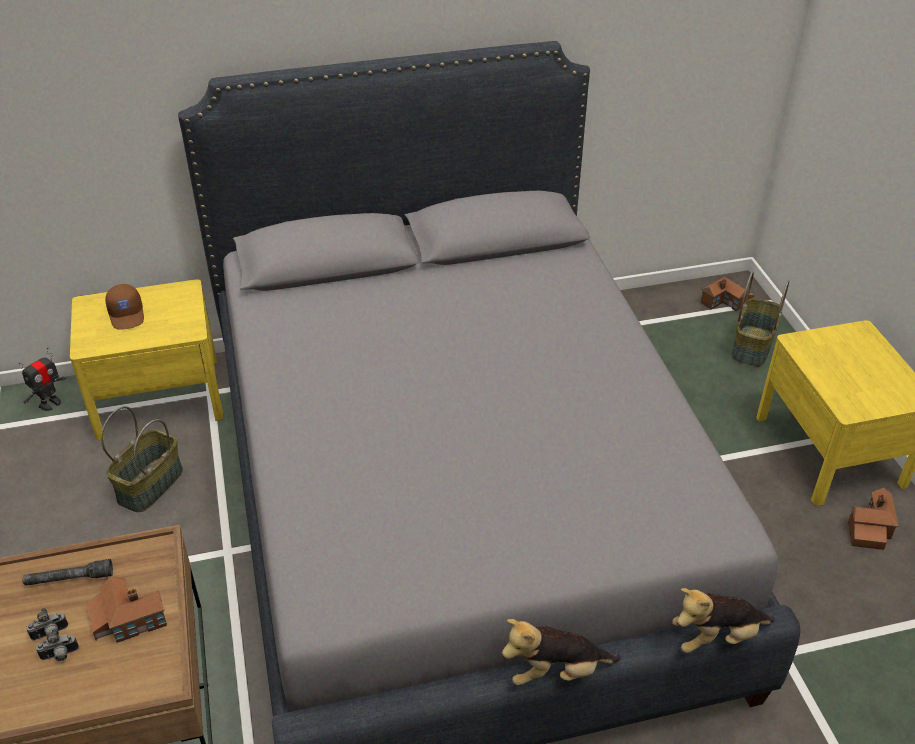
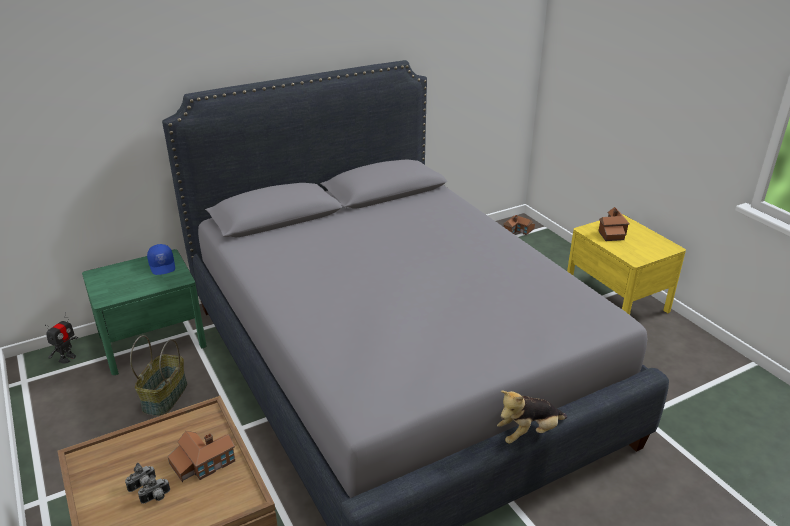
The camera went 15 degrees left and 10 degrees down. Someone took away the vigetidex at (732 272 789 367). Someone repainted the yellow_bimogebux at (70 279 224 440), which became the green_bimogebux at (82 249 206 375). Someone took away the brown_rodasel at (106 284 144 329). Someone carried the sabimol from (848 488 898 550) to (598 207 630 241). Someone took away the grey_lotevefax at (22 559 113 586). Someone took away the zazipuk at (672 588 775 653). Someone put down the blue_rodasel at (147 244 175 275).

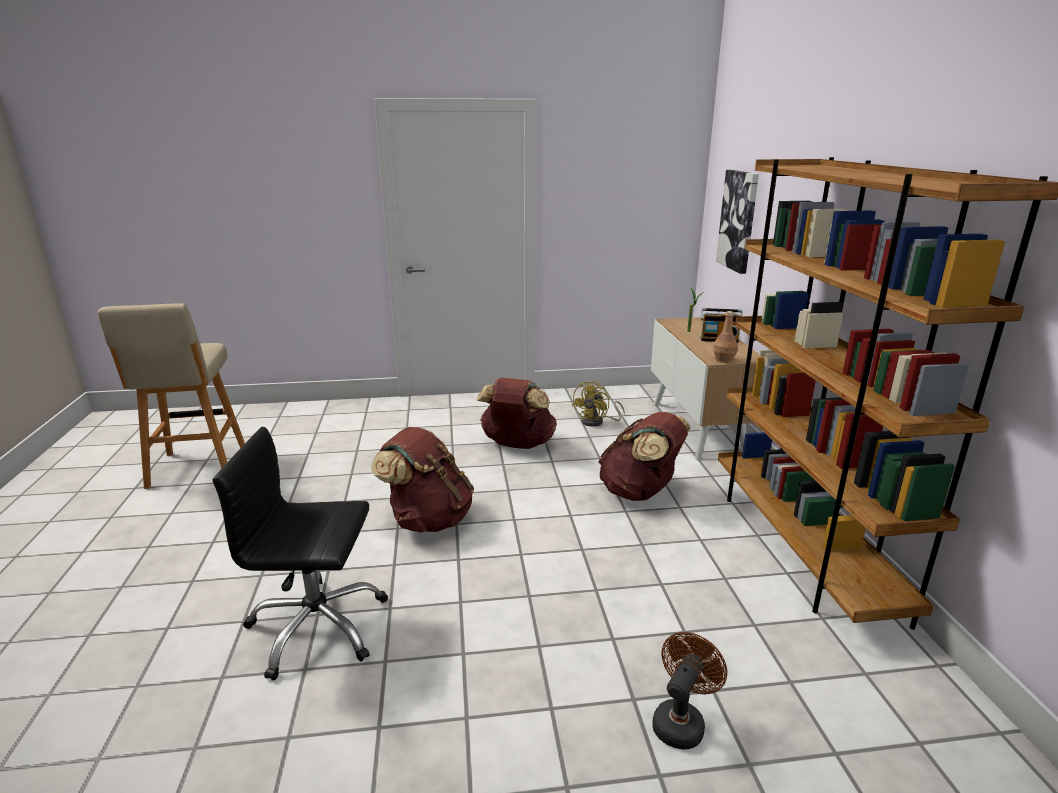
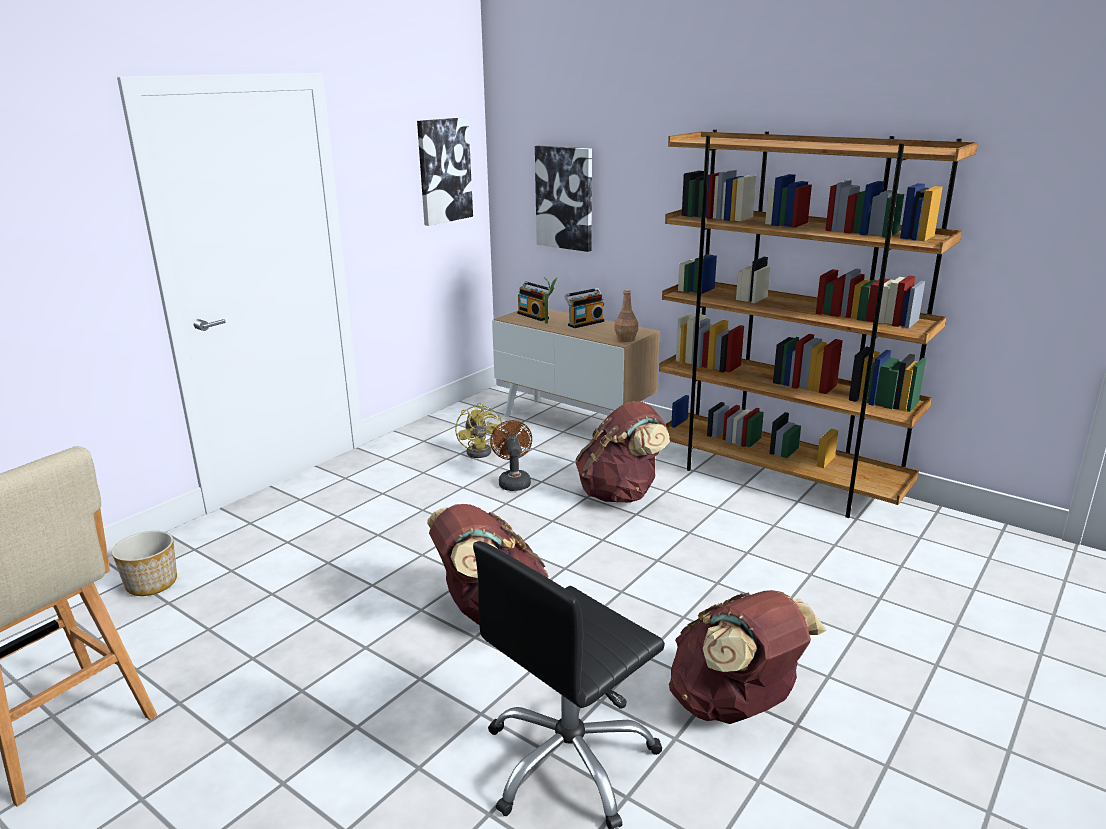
The camera went 45 degrees left and 0 degrees up. Someone carried the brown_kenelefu from (476 378 557 449) to (669 590 827 724). Someone carried the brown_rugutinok from (652 632 727 750) to (490 420 532 491). Someone put up the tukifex at (417 117 473 226). Someone put down the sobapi at (517 281 550 321). Someone put down the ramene at (112 531 177 596).

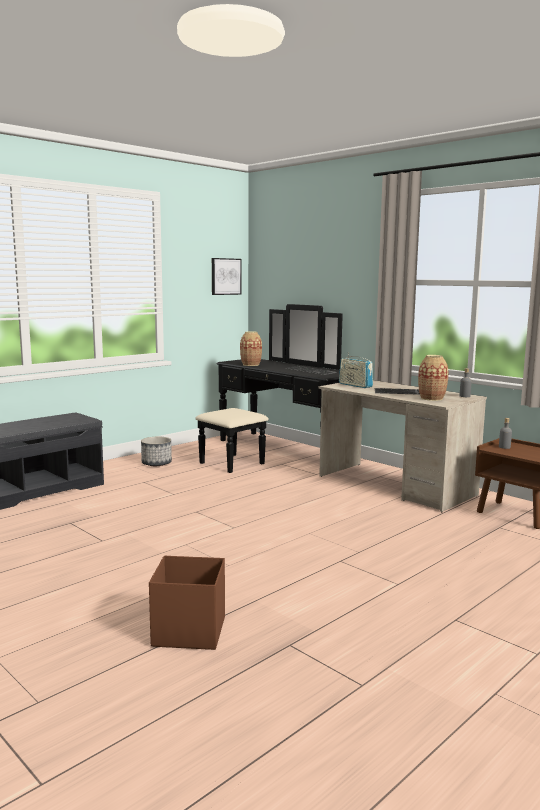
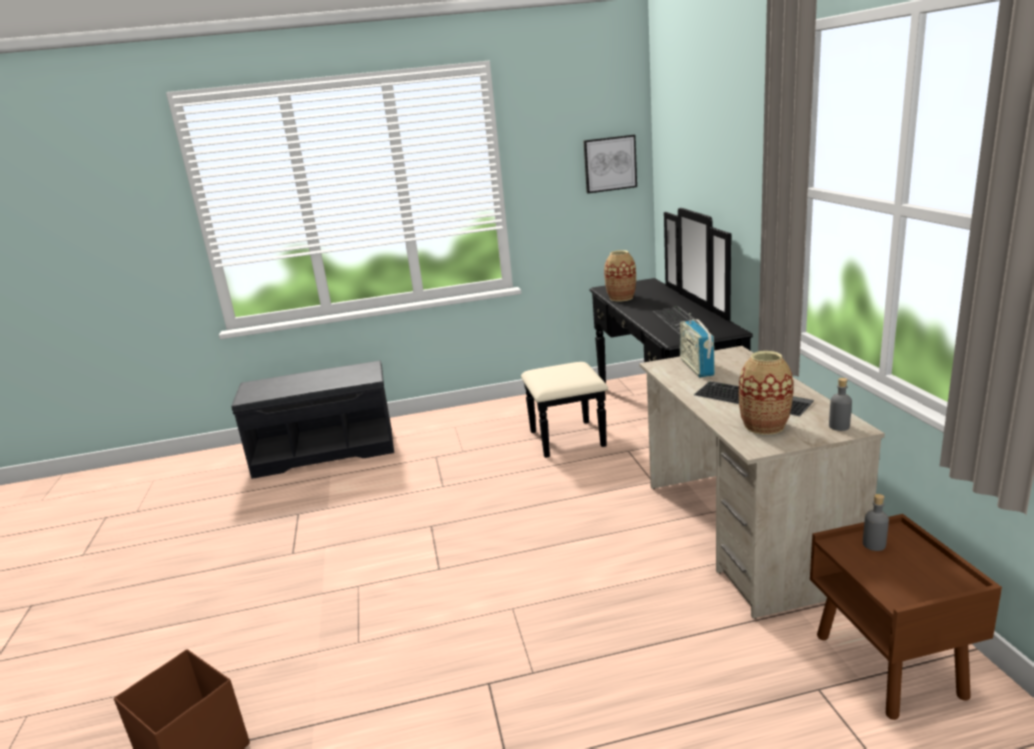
The camera went 35 degrees right and 10 degrees up. Someone took away the ramene at (141 437 172 466).

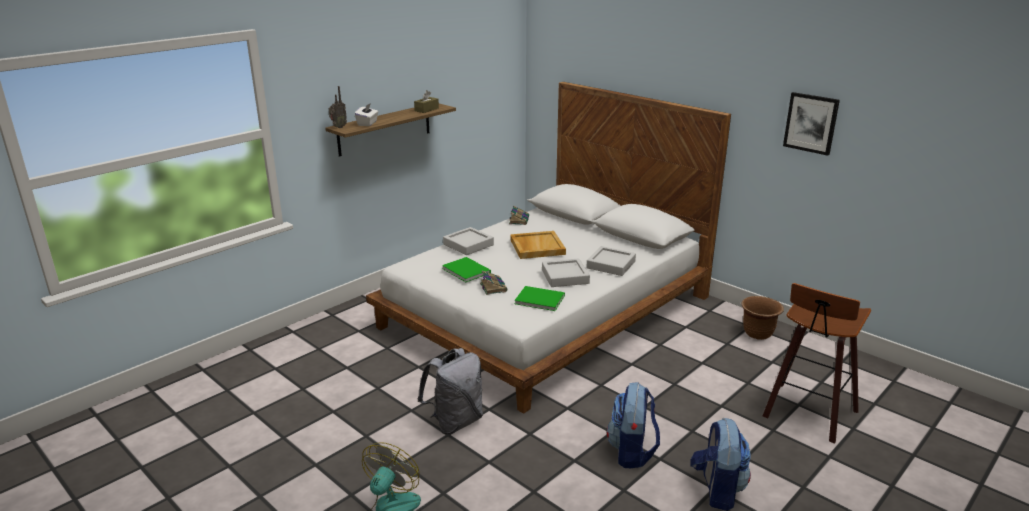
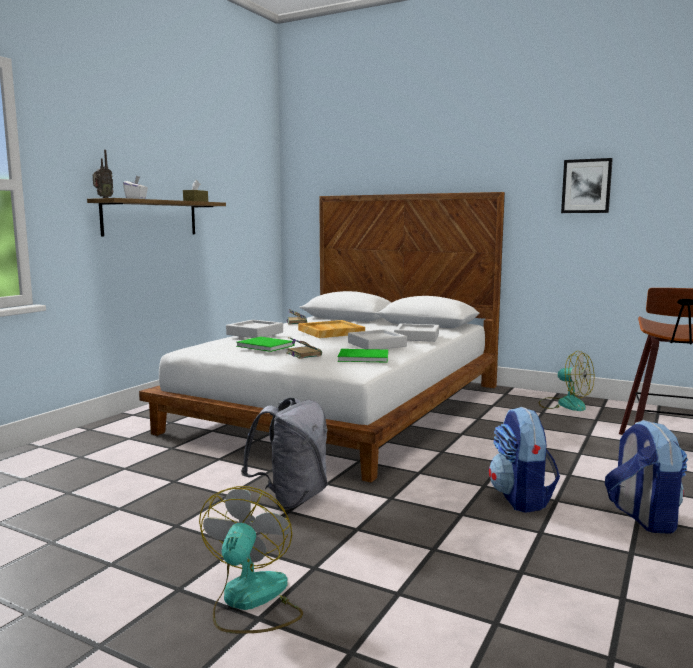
The camera went 15 degrees left and 15 degrees down. Someone swapped the brown_ramene at (741 296 784 340) for the rugutinok at (539 351 594 411).

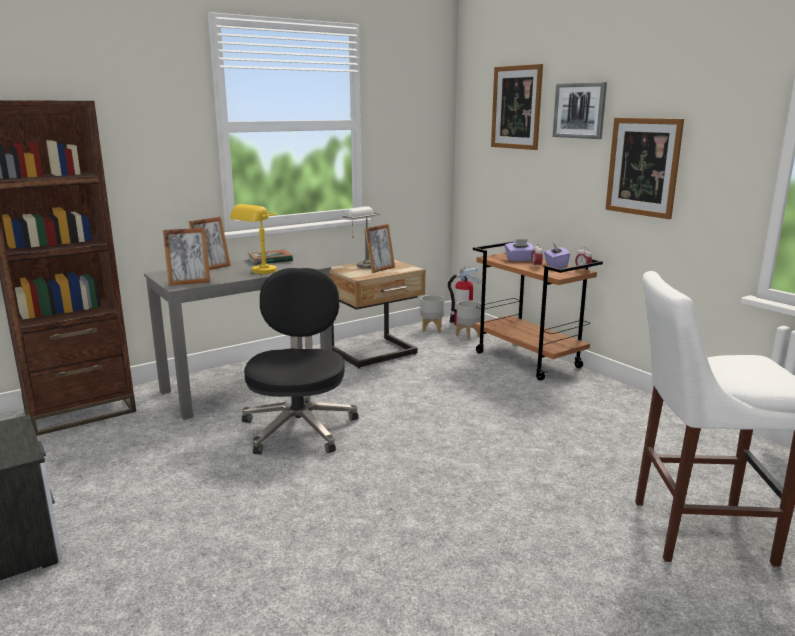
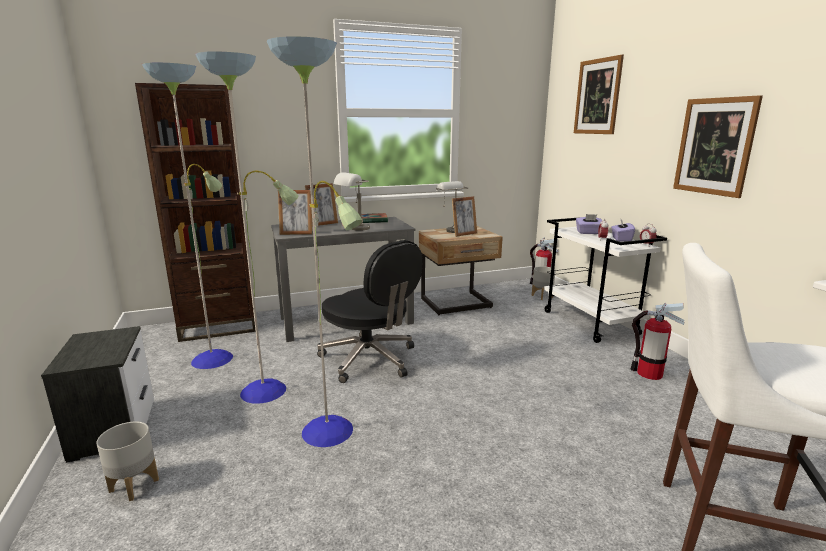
The camera went 15 degrees right and 0 degrees up. Someone took away the tukifex at (553 82 607 139). Someone repainted the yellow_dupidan at (230 204 277 274), which became the grey_dupidan at (334 172 370 231). Someone repainted the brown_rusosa at (473 241 603 381), which became the white_rusosa at (544 217 667 343). Someone rotated the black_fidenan at (242 268 359 454) by 120 degrees clockwise. Someone carried the grey_ramene from (420 295 444 332) to (96 421 159 501). Someone put down the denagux at (142 37 362 447). Someone put down the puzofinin at (630 303 684 380).

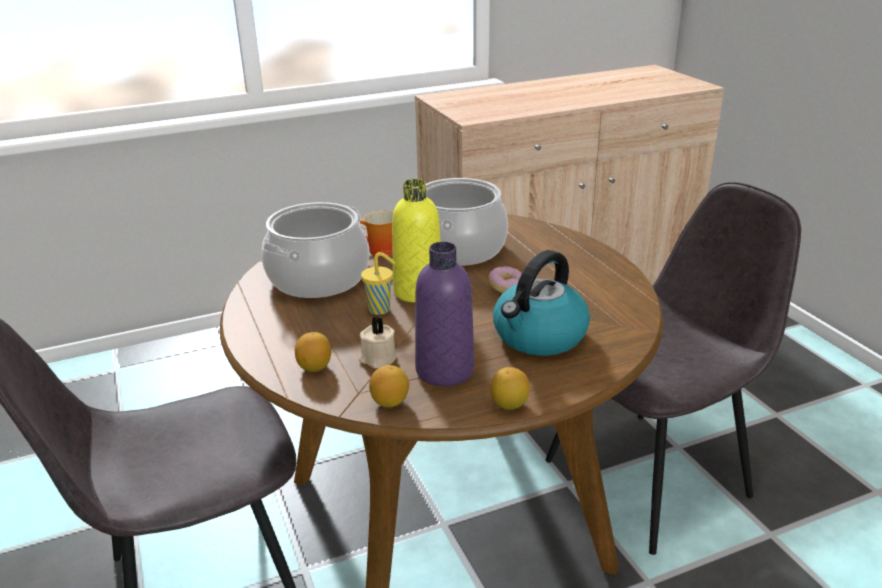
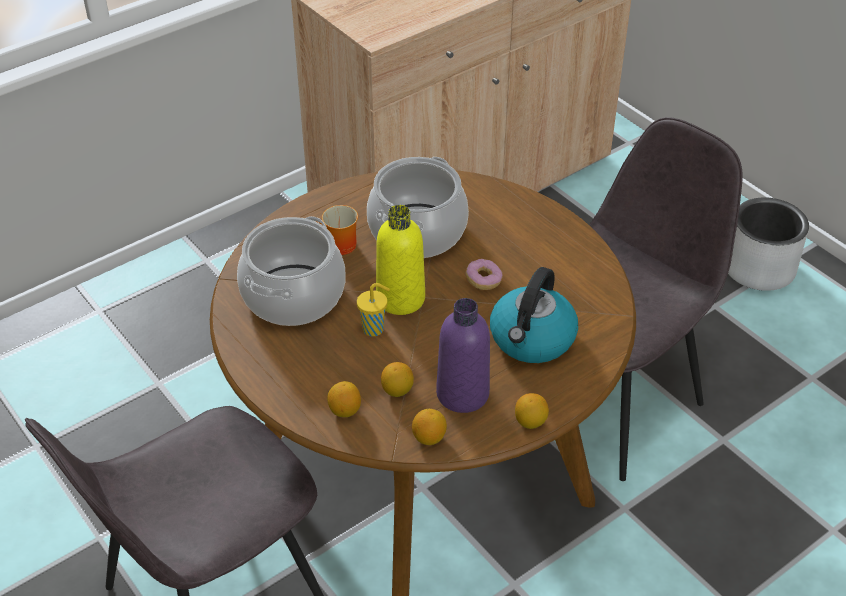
The camera went 15 degrees left and 15 degrees up. Someone swapped the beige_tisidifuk at (359 317 397 369) for the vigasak at (381 362 414 397). Someone put down the grey_ramene at (728 197 809 291).

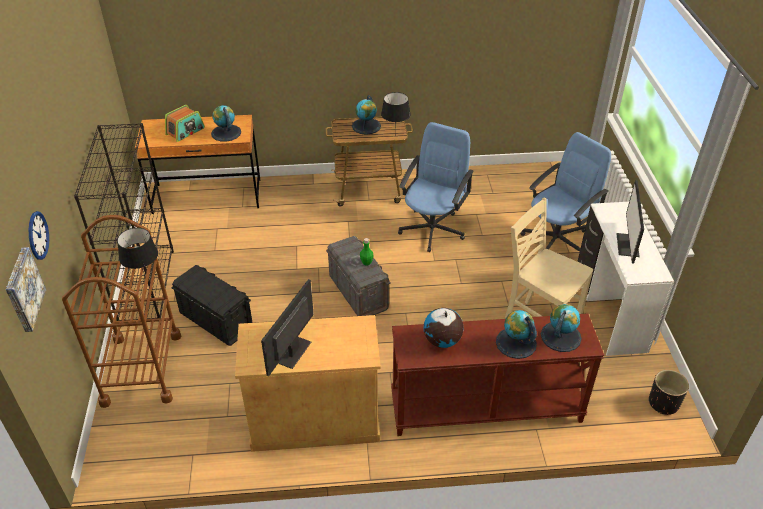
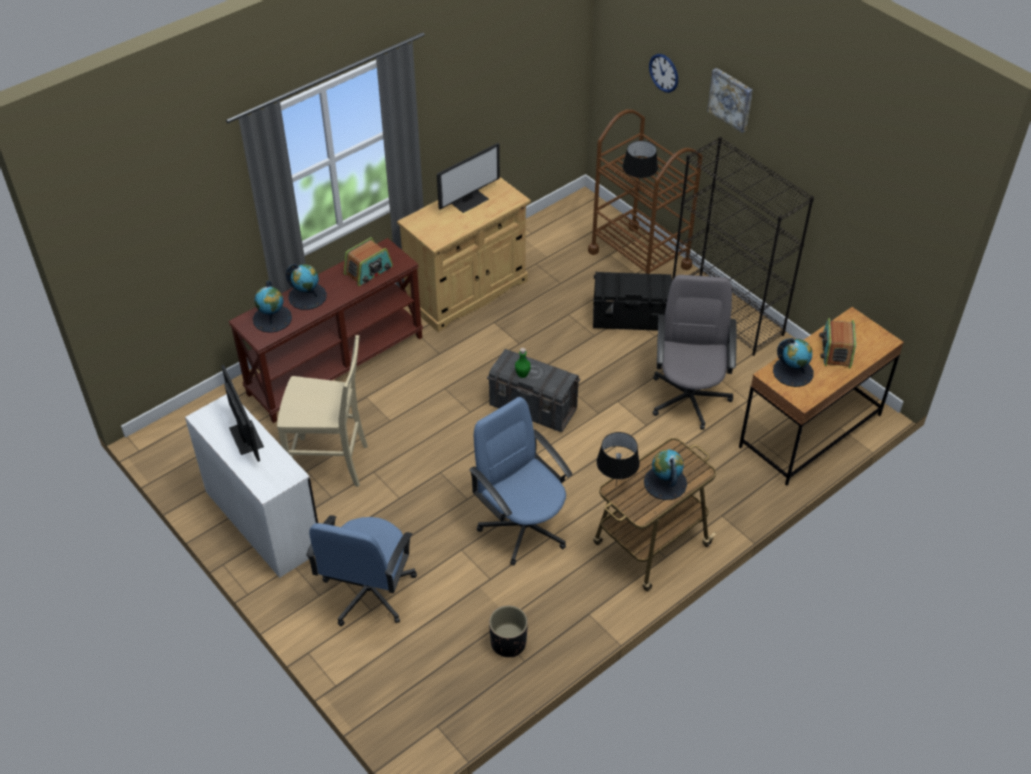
The camera went 145 degrees right and 5 degrees up. Someone rotated the blue_fidenan at (398 122 474 252) by 150 degrees clockwise. Someone carried the tukifex from (6 247 46 332) to (707 68 753 133). Someone rotated the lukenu at (261 279 314 376) by 60 degrees clockwise. Someone swapped the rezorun at (424 308 464 348) for the sobapi at (344 237 393 286). Someone carried the black_ramene from (649 370 689 415) to (489 605 528 658). Someone put down the grey_fidenan at (653 275 737 430).

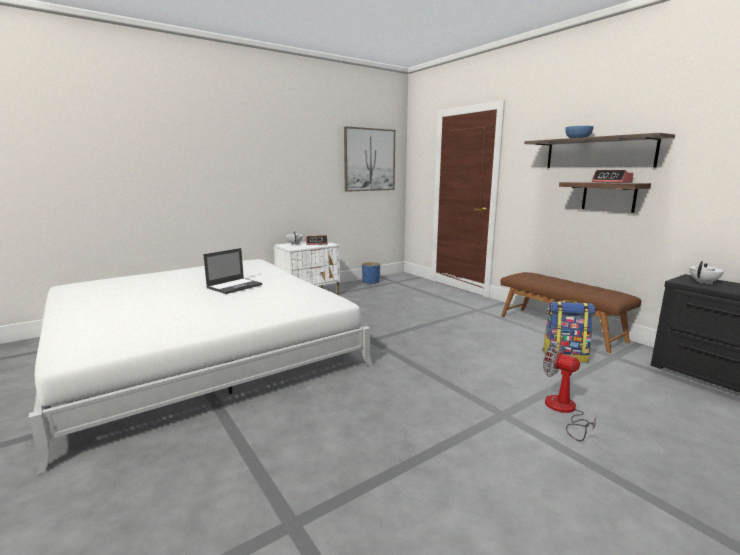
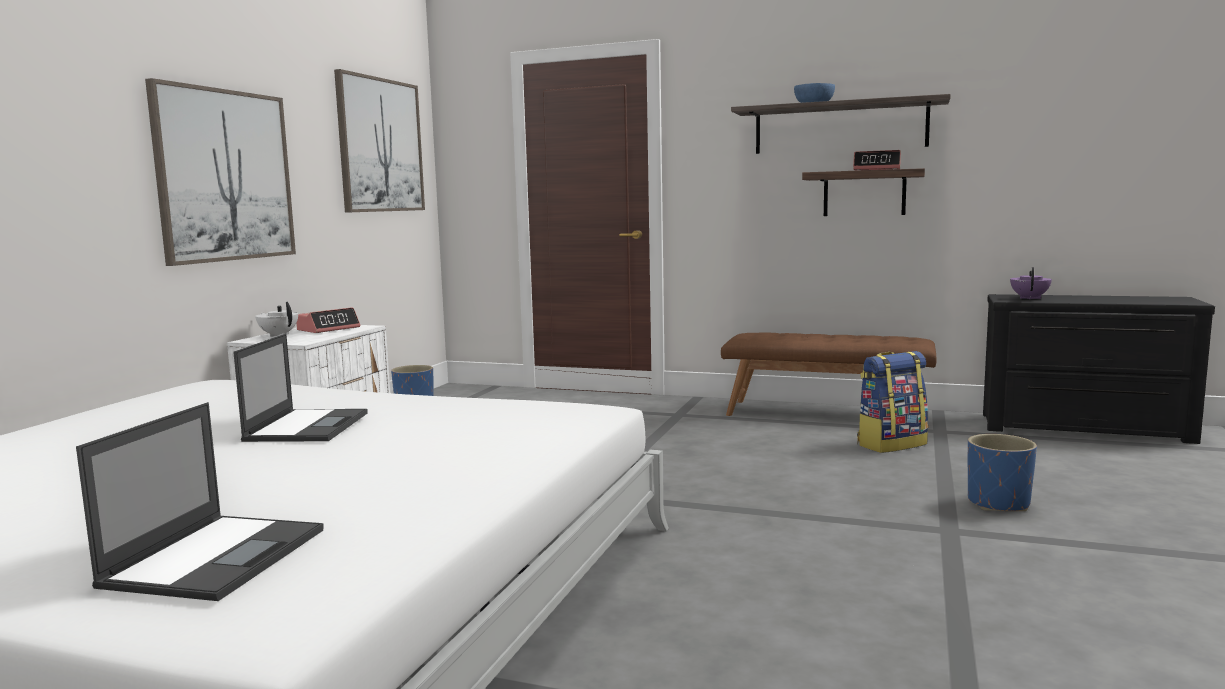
The camera went 35 degrees left and 5 degrees down. Someone repainted the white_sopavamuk at (689 261 724 284), which became the purple_sopavamuk at (1010 267 1052 300). Someone swapped the rugutinok at (543 342 597 441) for the blue_ramene at (968 434 1037 511). Someone put up the tukifex at (145 78 296 266). Someone put down the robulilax at (76 402 324 601).

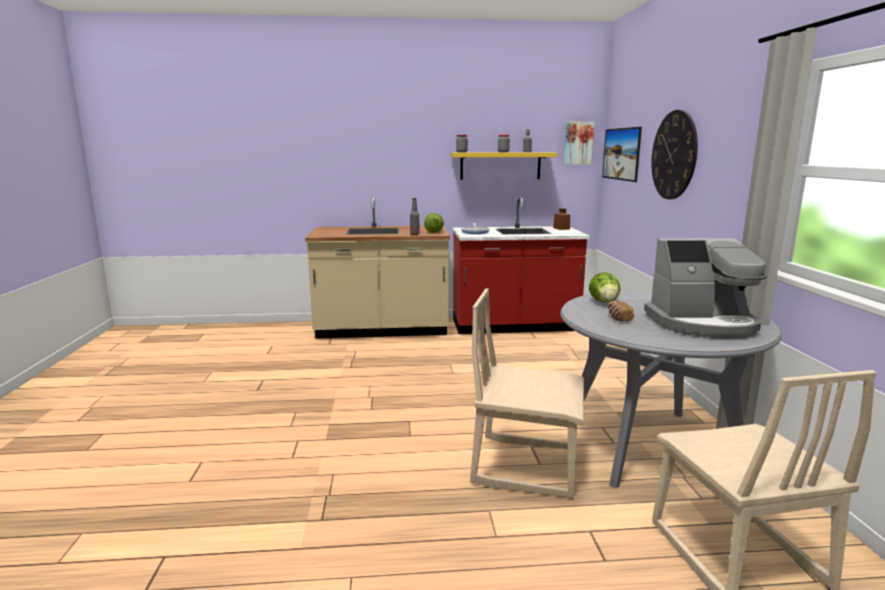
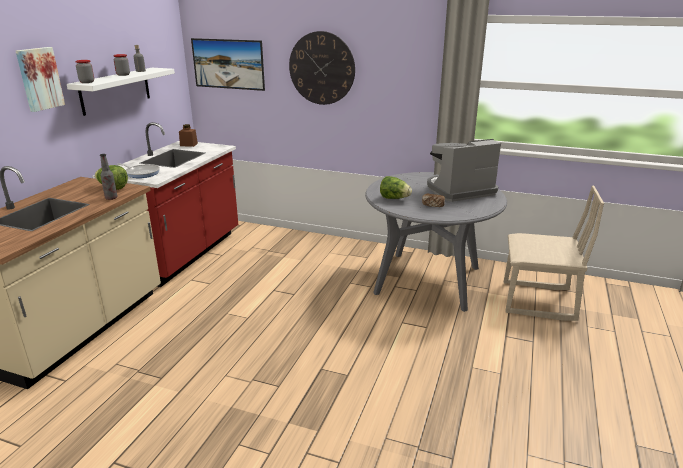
The camera went 65 degrees left and 10 degrees up. Someone carried the tukifex from (564 121 594 165) to (16 47 65 112). Someone repainted the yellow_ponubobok at (451 152 557 180), which became the white_ponubobok at (67 68 175 116). Someone rotated the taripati at (644 238 767 339) by 135 degrees counterclockwise. Someone took away the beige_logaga at (470 289 584 498).

